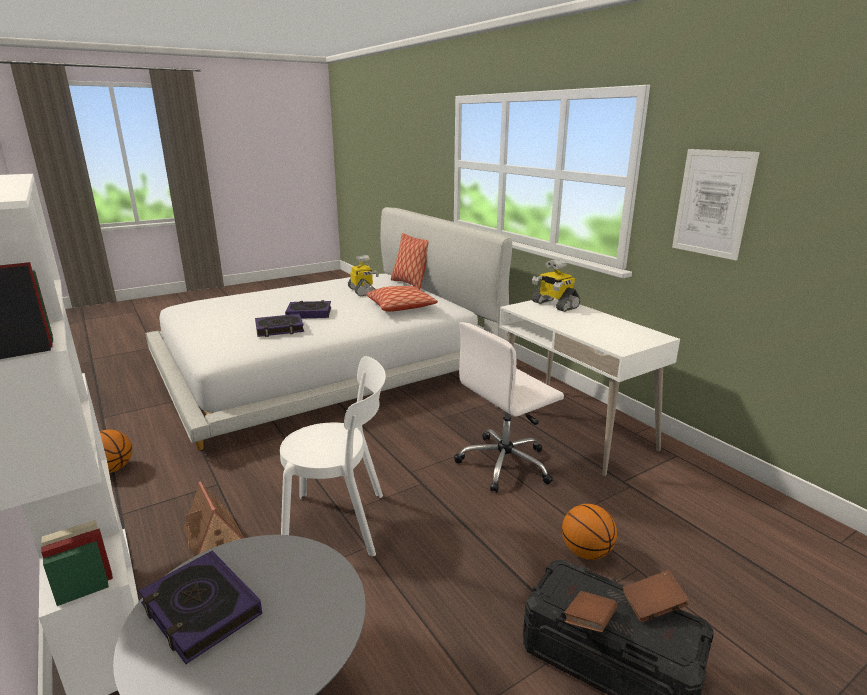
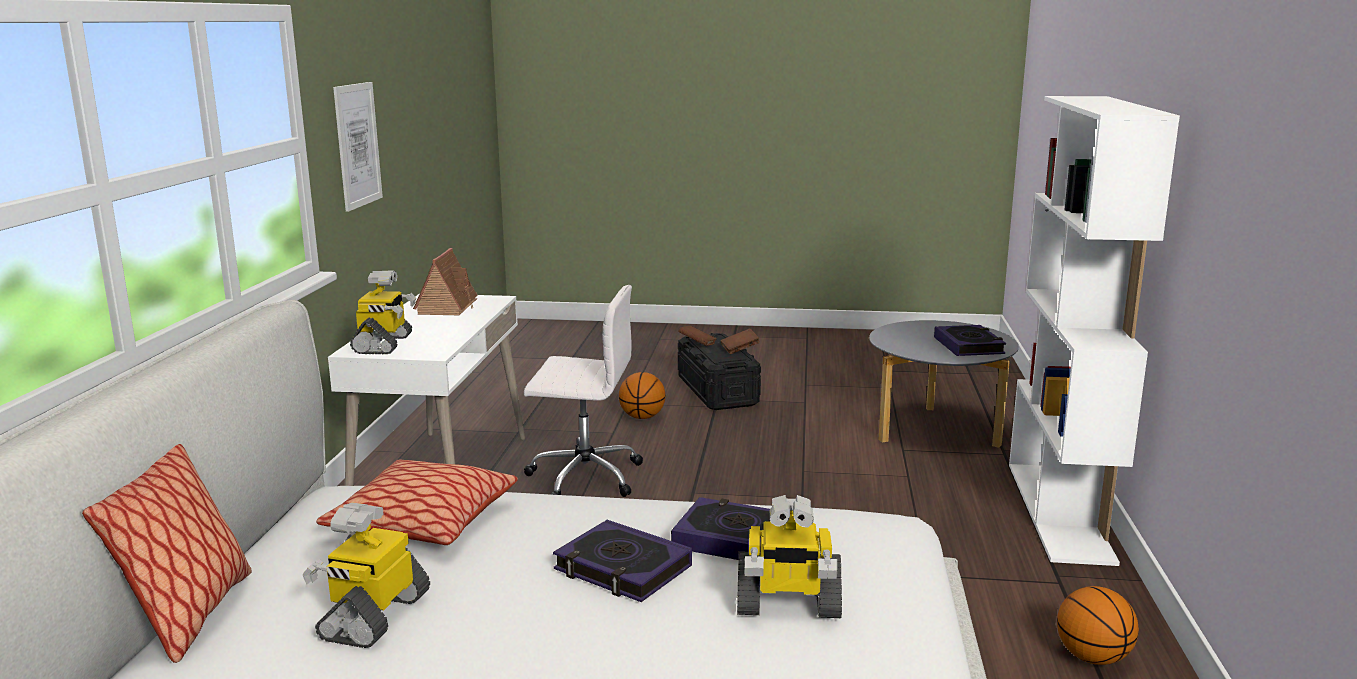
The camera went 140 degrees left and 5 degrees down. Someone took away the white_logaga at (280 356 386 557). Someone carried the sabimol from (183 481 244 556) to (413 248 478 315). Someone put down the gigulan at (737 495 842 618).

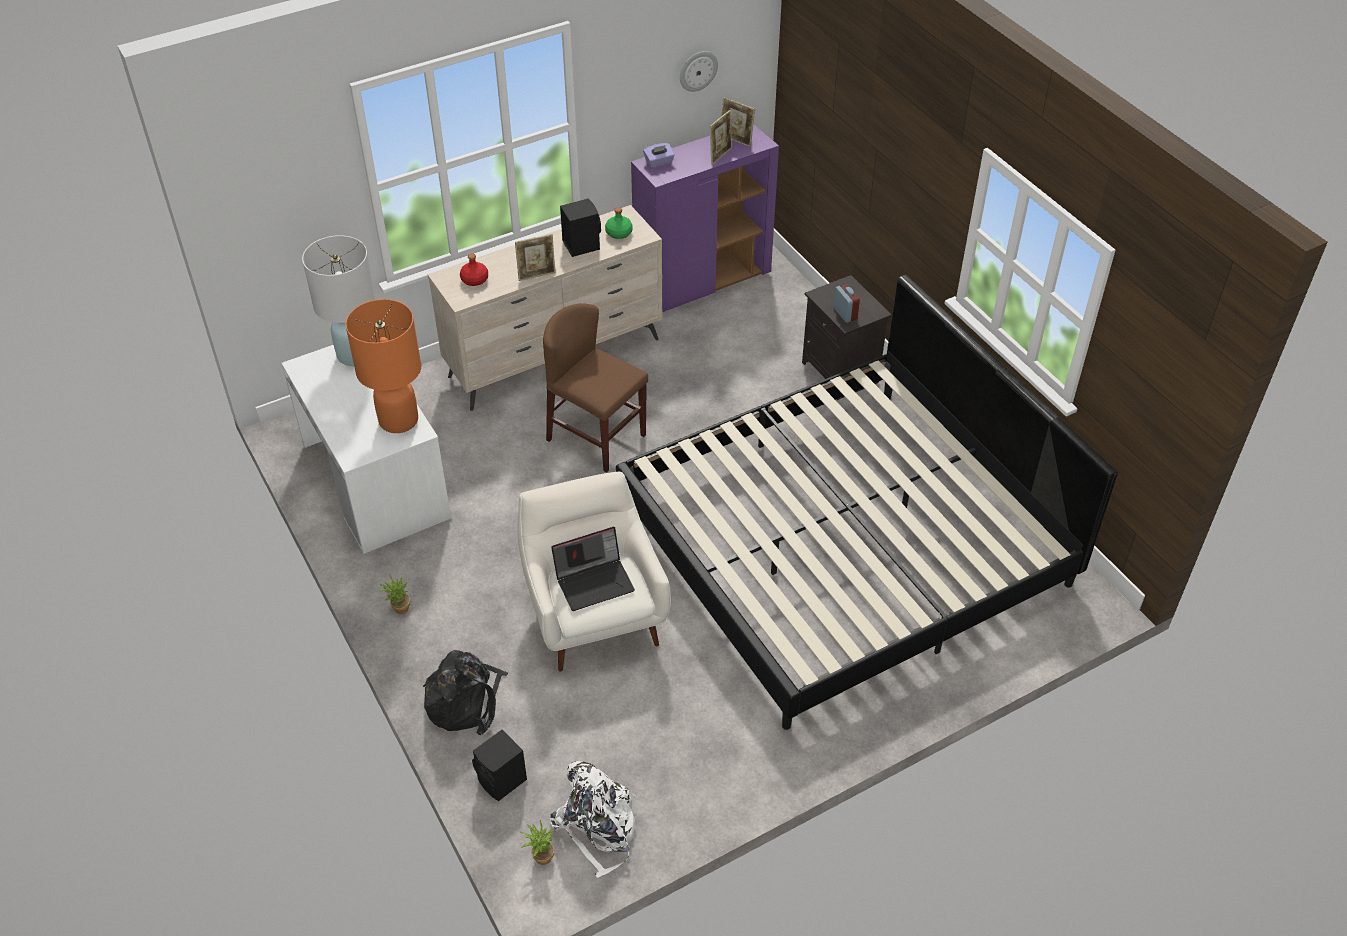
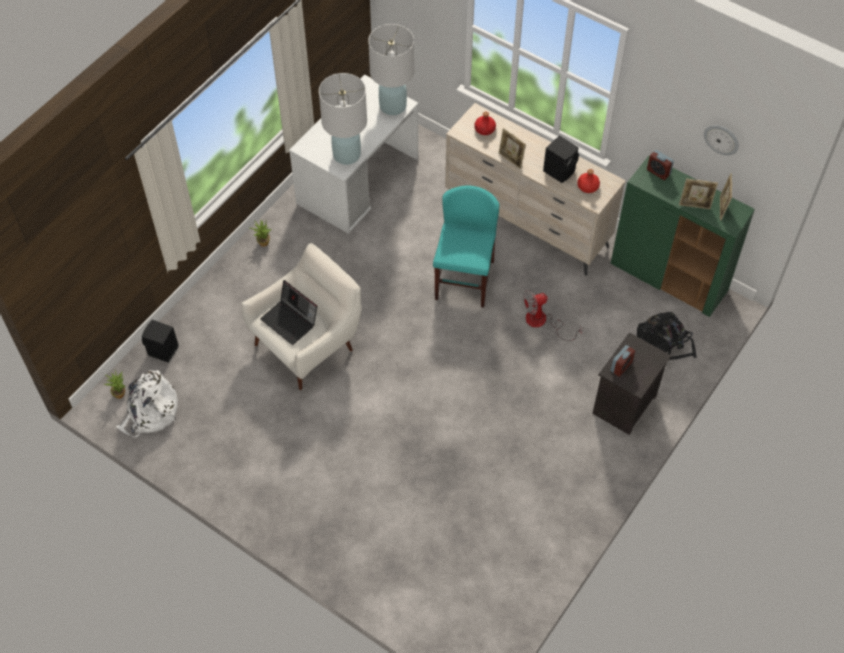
The camera went 65 degrees right and 10 degrees up. Someone repainted the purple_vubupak at (631 124 779 312), which became the green_vubupak at (610 155 755 317). Someone swapped the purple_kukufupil at (643 143 675 168) for the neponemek at (647 150 674 180). Someone repainted the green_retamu at (605 207 633 239), which became the red_retamu at (577 169 600 193). Someone took away the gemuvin at (616 275 1118 730). Someone repainted the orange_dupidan at (345 299 421 433), which became the white_dupidan at (319 73 367 165). Someone repainted the brown_logaga at (543 303 648 473), which became the turquoise_logaga at (433 186 499 308). Someone carried the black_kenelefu from (423 650 508 735) to (637 312 697 360). Someone put down the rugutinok at (523 290 582 341).

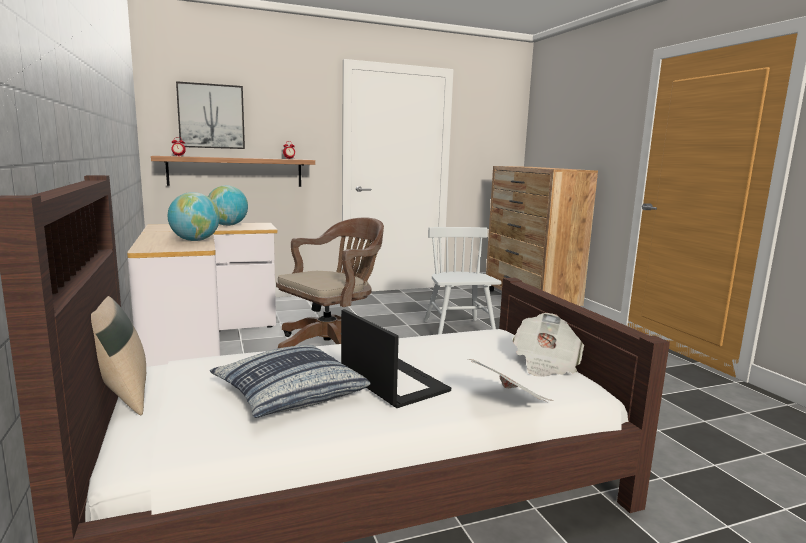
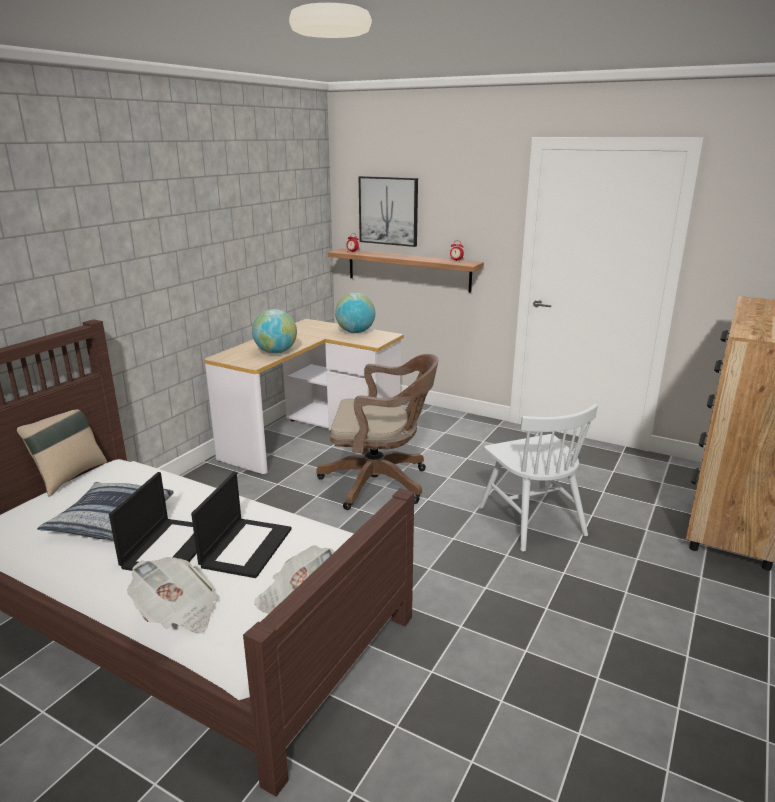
The camera went 50 degrees right and 10 degrees up. Someone rotated the white_logaga at (424 227 501 334) by 120 degrees clockwise. Someone put down the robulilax at (191 472 292 578).

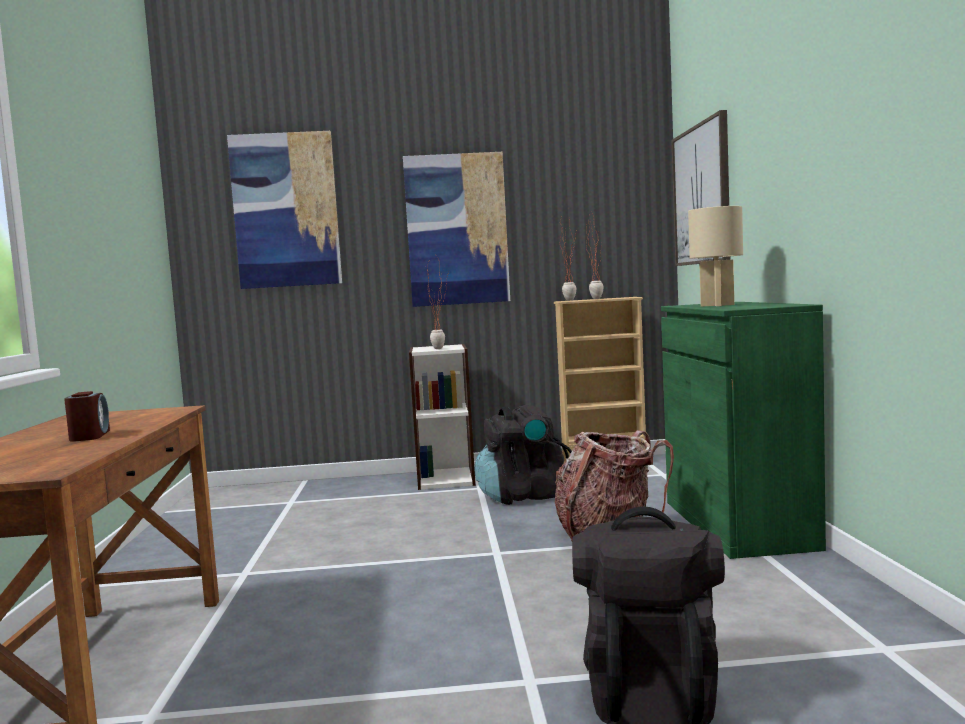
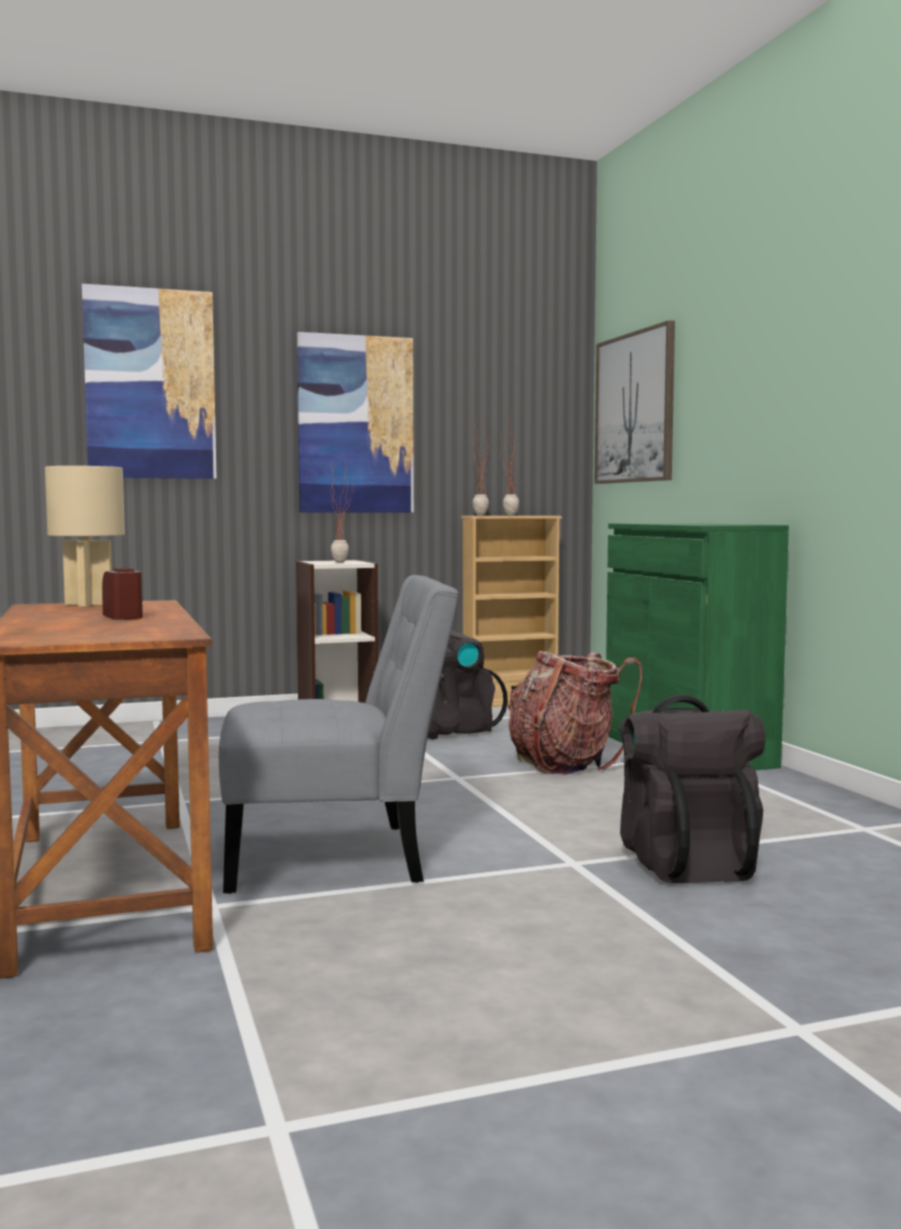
The camera went 15 degrees left and 0 degrees up. Someone carried the beige_dupidan from (688 206 743 307) to (45 466 125 607). Someone put down the grey_logaga at (219 575 459 894).

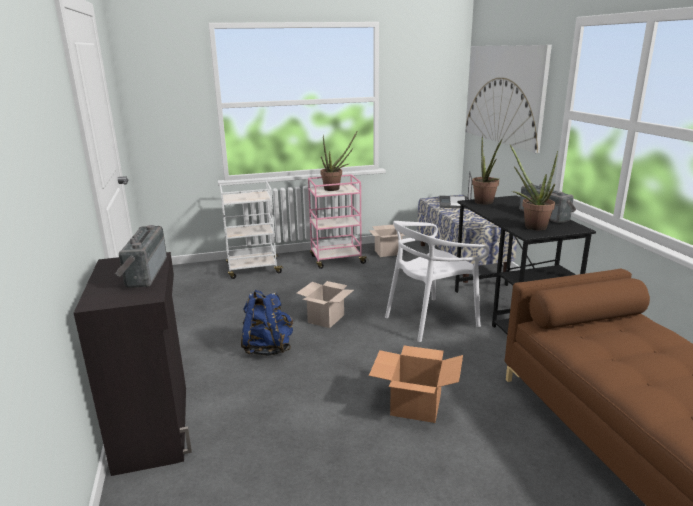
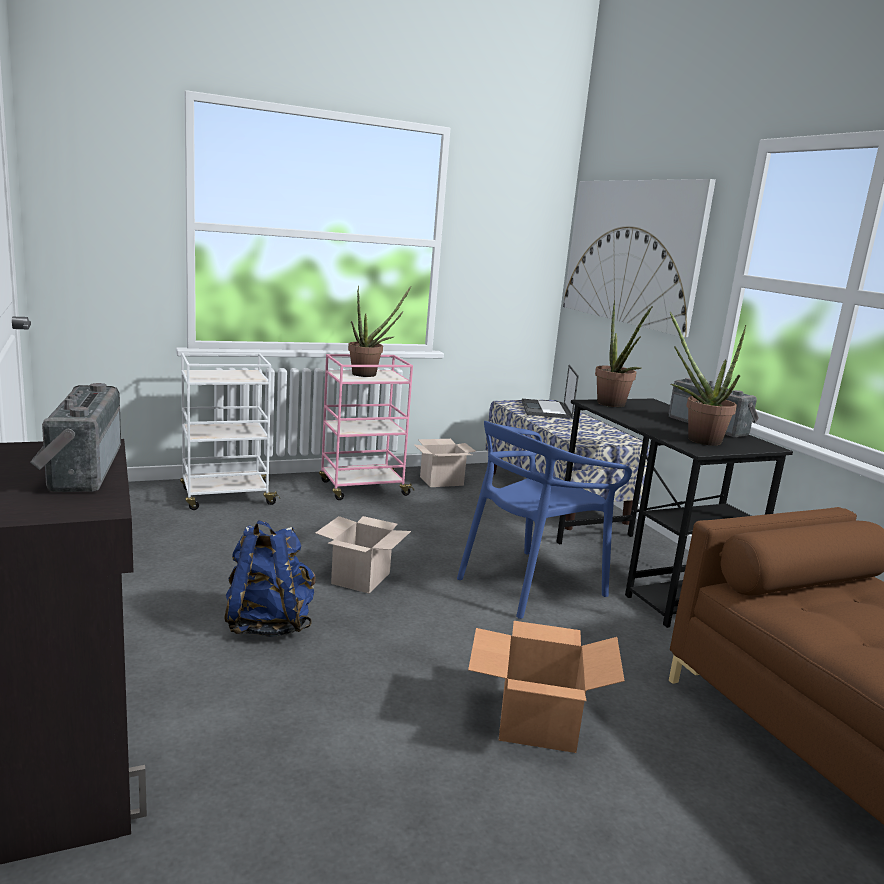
The camera went 10 degrees left and 5 degrees down. Someone repainted the white_logaga at (385 221 489 342), which became the blue_logaga at (457 421 632 619).

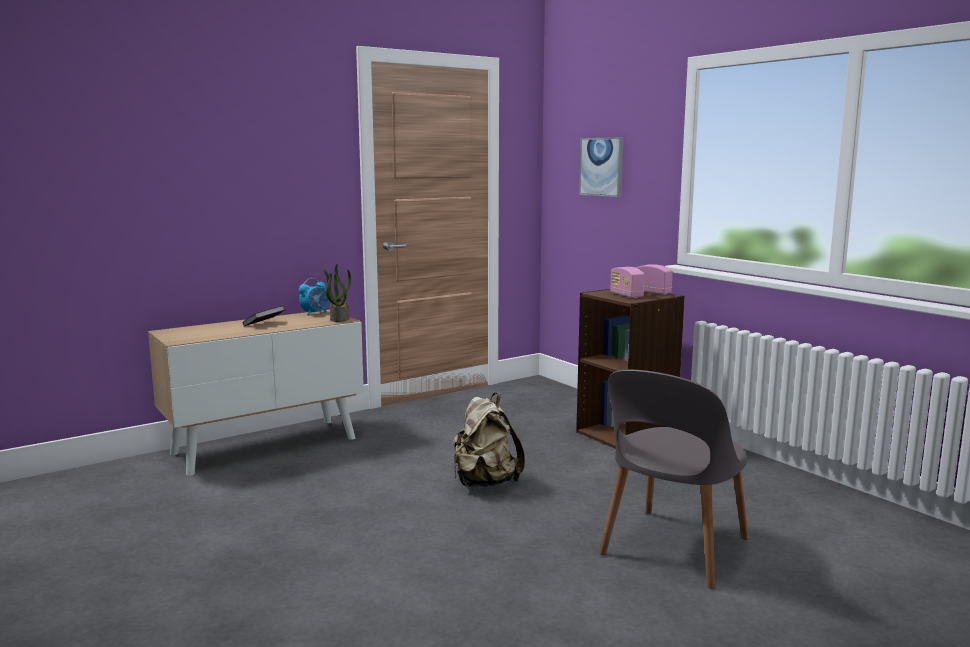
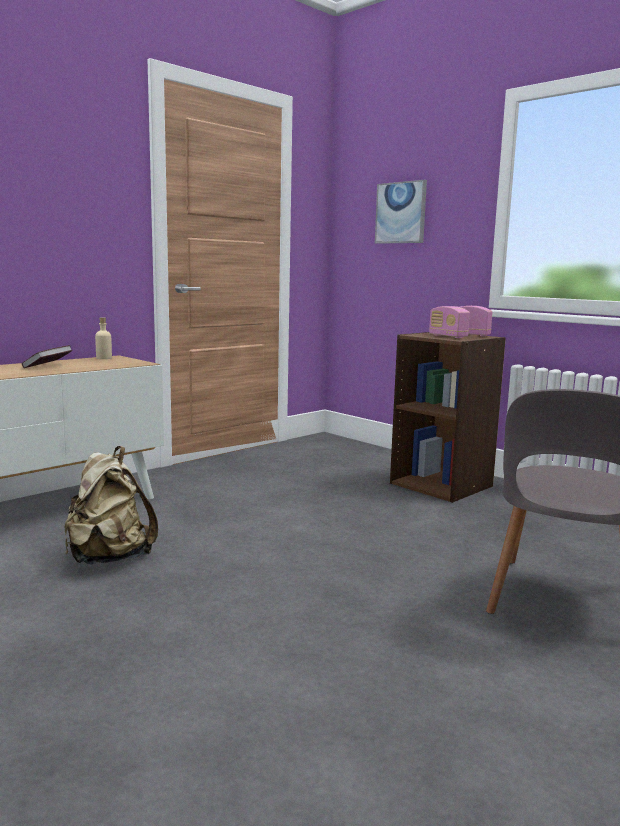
The camera went 10 degrees left and 0 degrees up. Someone took away the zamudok at (322 264 351 322). Someone swapped the neponemek at (299 278 328 316) for the beige_retamu at (95 317 112 359). Someone carried the beige_kenelefu from (453 393 525 487) to (64 446 158 564).

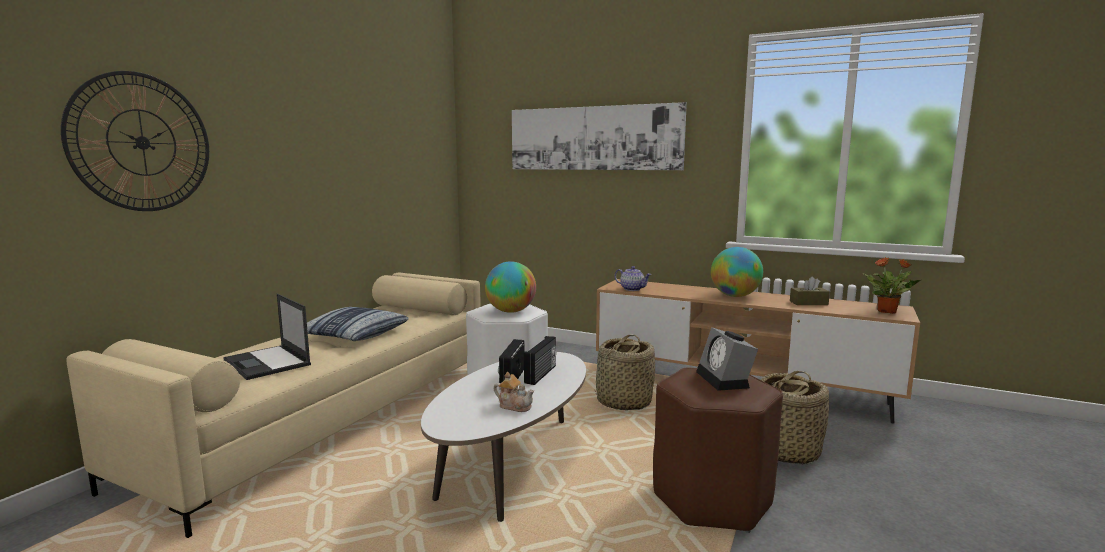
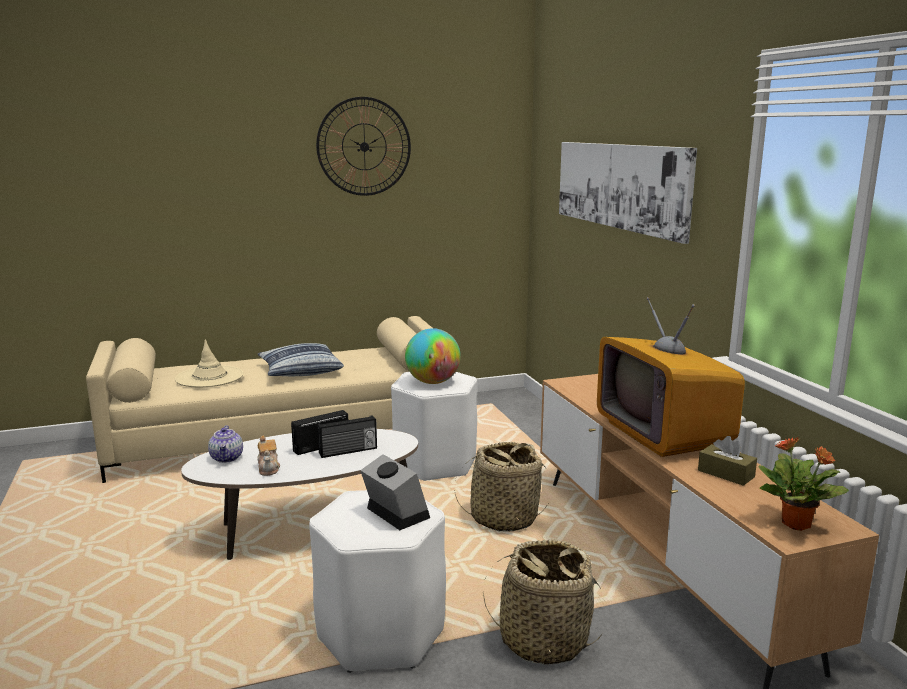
The camera went 45 degrees right and 5 degrees up. Someone carried the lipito from (61 71 209 211) to (316 97 411 196). Someone swapped the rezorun at (711 247 763 297) for the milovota at (597 297 745 457). Someone carried the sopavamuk from (614 266 651 291) to (208 425 243 463). Someone swapped the robulilax at (223 294 311 380) for the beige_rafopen at (175 339 244 387). Someone rotated the neponemek at (696 327 758 391) by 105 degrees clockwise. Someone repainted the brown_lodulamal at (653 368 783 533), which became the white_lodulamal at (309 490 446 673).

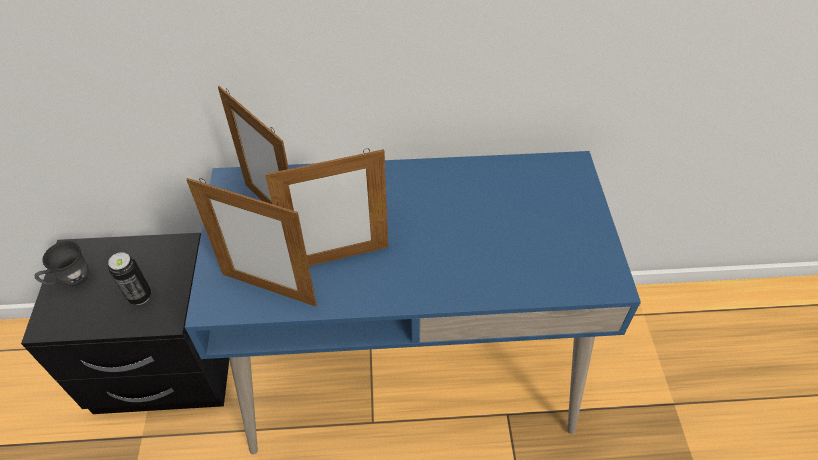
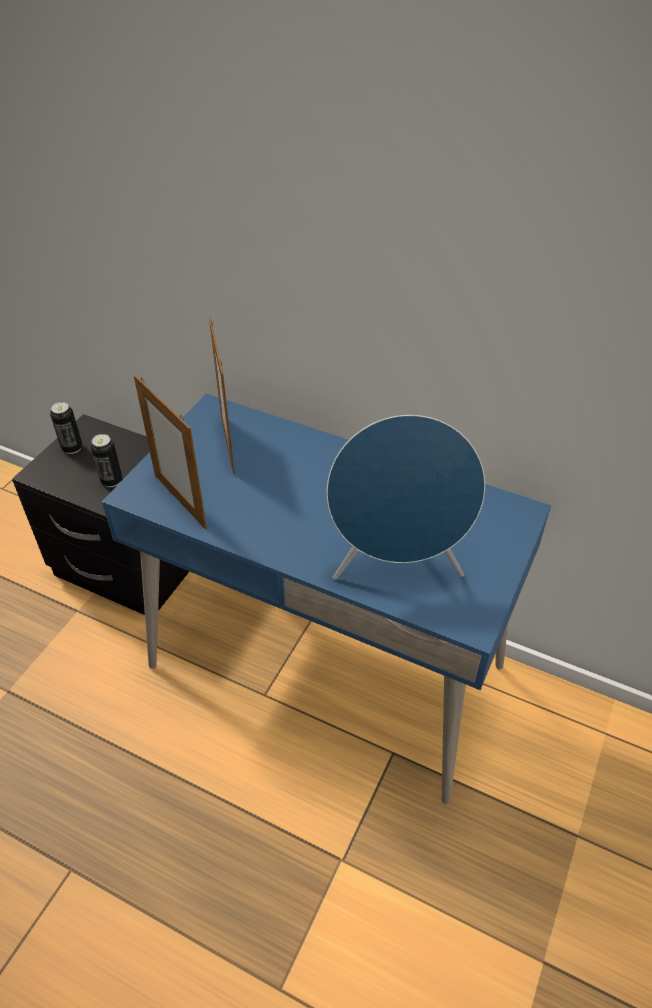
The camera went 30 degrees right and 5 degrees down. Someone took away the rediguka at (265 148 388 266). Someone swapped the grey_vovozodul at (34 241 89 286) for the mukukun at (50 402 82 454). Someone put down the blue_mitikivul at (326 415 485 580).

